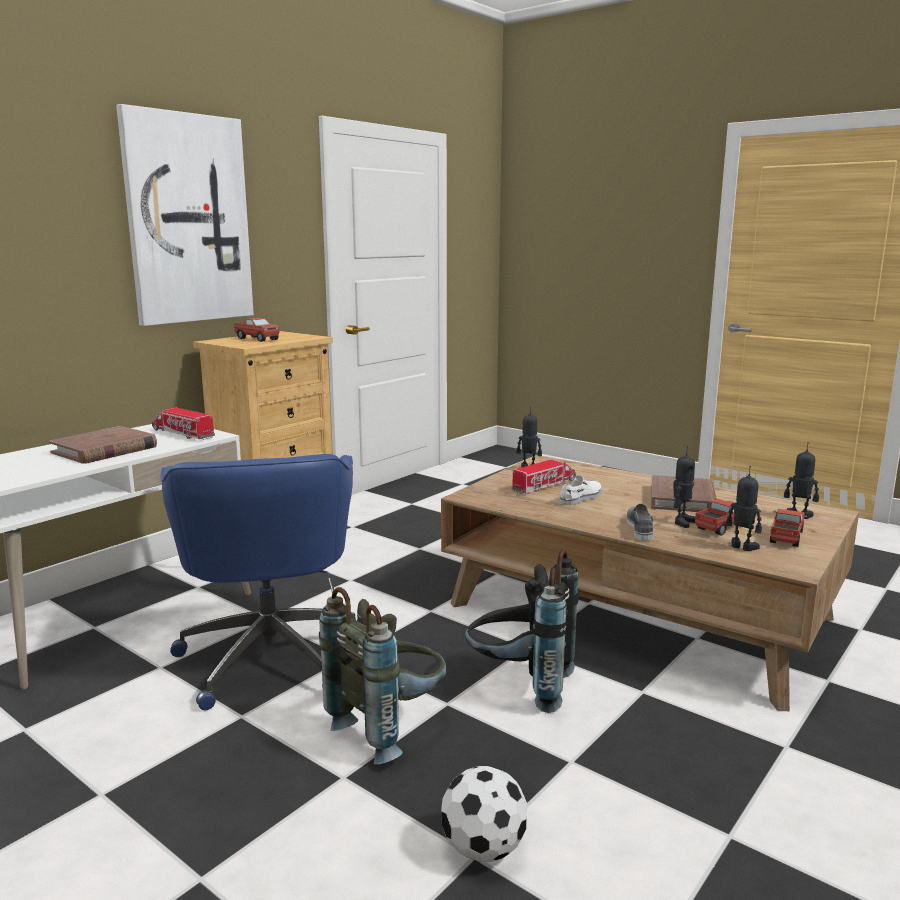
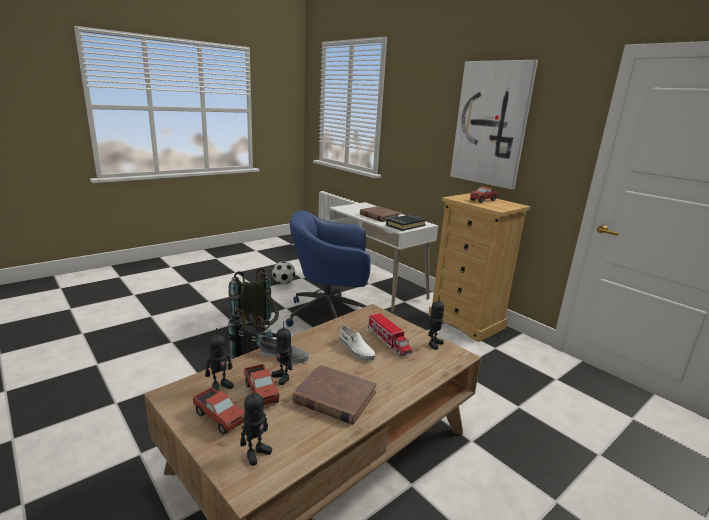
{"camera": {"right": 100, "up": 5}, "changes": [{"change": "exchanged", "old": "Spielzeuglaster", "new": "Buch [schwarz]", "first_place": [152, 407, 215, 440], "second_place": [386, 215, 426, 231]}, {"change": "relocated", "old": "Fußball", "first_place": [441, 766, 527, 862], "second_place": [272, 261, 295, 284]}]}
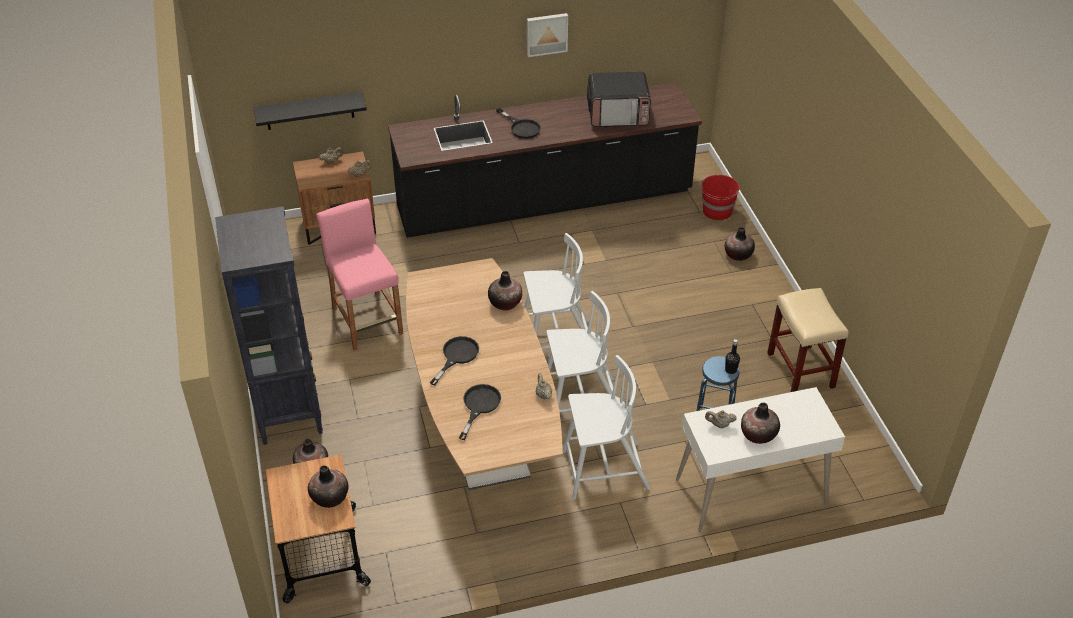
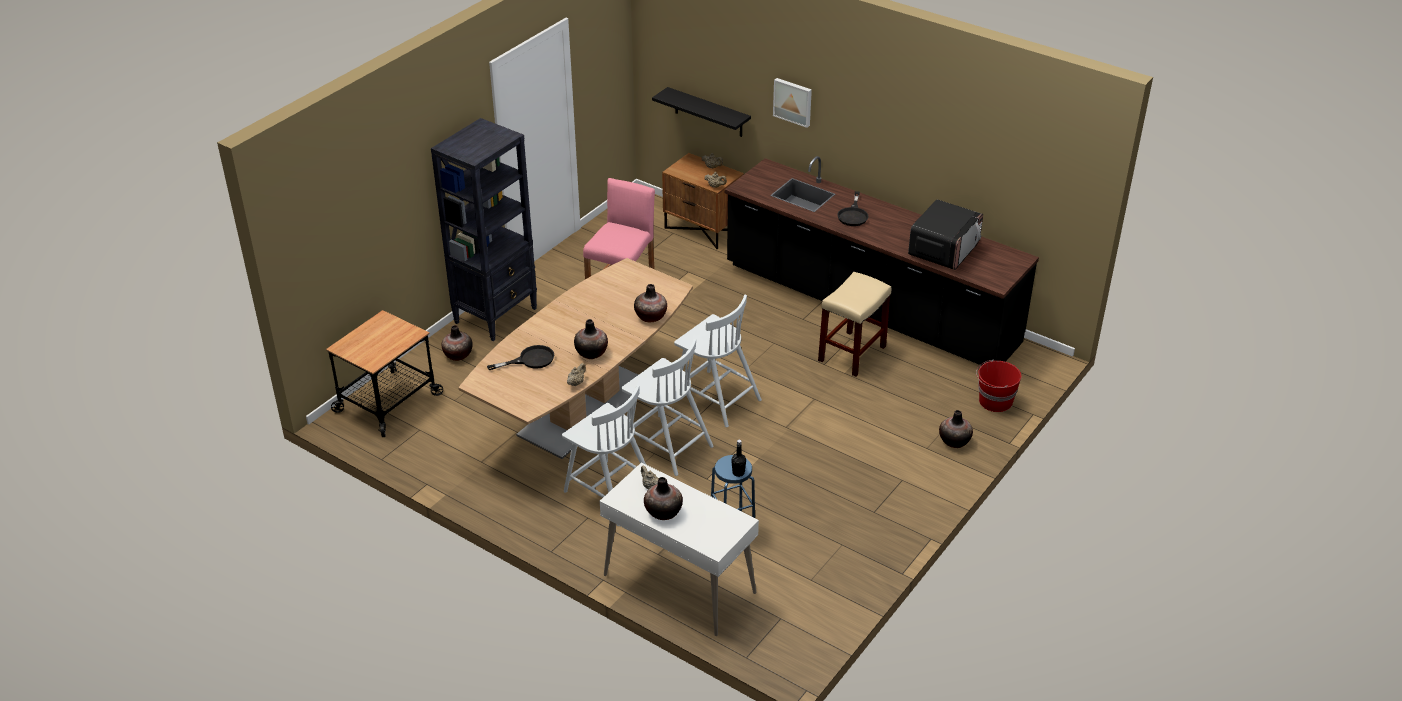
{"camera": {"right": 50, "up": -5}, "changes": [{"change": "relocated", "old": "Vase", "first_place": [308, 465, 348, 508], "second_place": [574, 319, 608, 359]}, {"change": "missing", "old": "Pfanne [schwarz]", "first_place": [429, 336, 479, 385]}, {"change": "relocated", "old": "Bild", "first_place": [527, 13, 568, 57], "second_place": [773, 78, 812, 128]}, {"change": "spun", "old": "Mikrowelle", "first_place": [587, 72, 651, 127], "second_place": [908, 199, 983, 270], "degrees": -105}, {"change": "relocated", "old": "Hocker [beige]", "first_place": [767, 288, 849, 392], "second_place": [818, 272, 891, 377]}]}
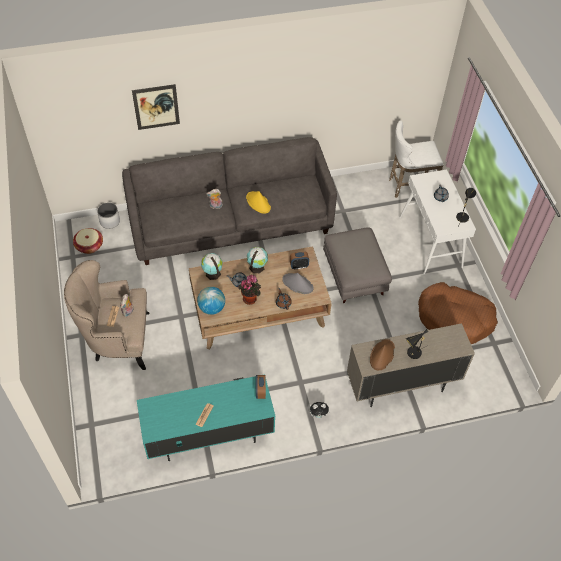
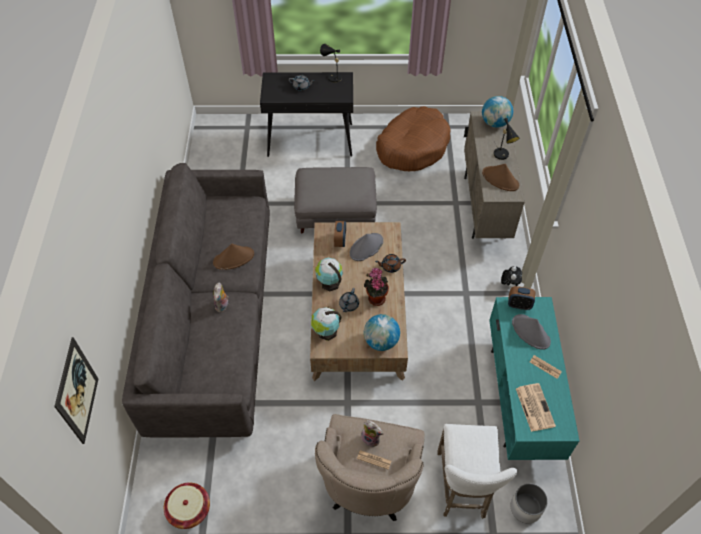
{"camera": {"right": -75, "up": 0}, "changes": [{"change": "relocated", "old": "Pflanzkübel [weiß]", "first_place": [97, 203, 120, 229], "second_place": [510, 483, 548, 524]}, {"change": "relocated", "old": "Bild", "first_place": [132, 84, 180, 130], "second_place": [54, 337, 98, 444]}, {"change": "colour", "old": "Hut [gelb]", "new": "Hut [braun]", "first_place": [246, 191, 271, 214], "second_place": [213, 244, 254, 270]}, {"change": "relocated", "old": "Hocker [weiß]", "first_place": [389, 120, 444, 198], "second_place": [438, 424, 517, 519]}, {"change": "colour", "old": "Konsolentisch [weiß]", "new": "Konsolentisch [schwarz]", "first_place": [399, 169, 476, 275], "second_place": [260, 72, 353, 157]}, {"change": "appeared", "new": "Globus", "second_place": [482, 96, 513, 128]}, {"change": "appeared", "new": "Hut [grau]", "second_place": [512, 314, 551, 350]}, {"change": "appeared", "new": "Zeitung", "second_place": [516, 383, 556, 432]}]}
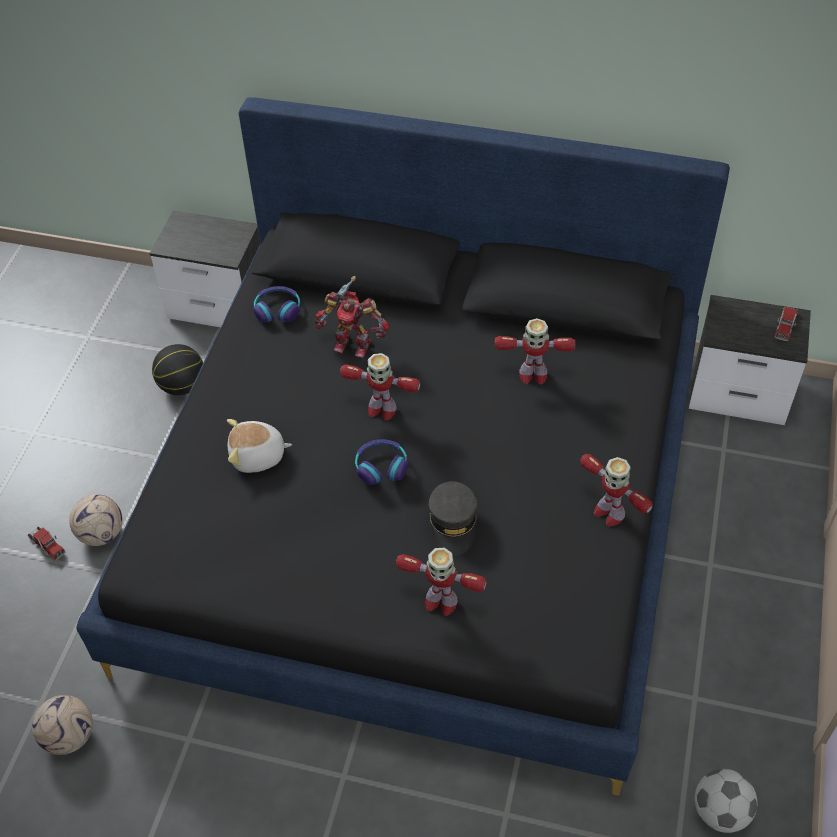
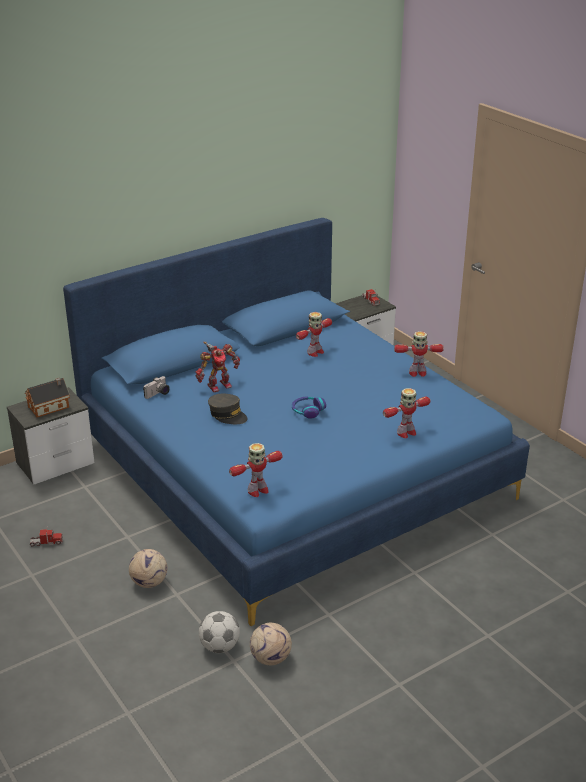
{"camera": {"right": -50, "up": -20}, "changes": [{"change": "relocated", "old": "Spielzeuglaster", "first_place": [28, 527, 65, 561], "second_place": [30, 527, 63, 546]}, {"change": "colour", "old": "Bett [schwarz]", "new": "Bett [blau]", "first_place": [76, 97, 730, 796], "second_place": [63, 218, 530, 626]}, {"change": "missing", "old": "Basketball", "first_place": [152, 344, 203, 395]}, {"change": "missing", "old": "Plüschtier", "first_place": [227, 419, 292, 473]}, {"change": "exchanged", "old": "Kopfhörer", "new": "Kamera", "first_place": [253, 286, 300, 323], "second_place": [143, 376, 170, 399]}, {"change": "relocated", "old": "Spielzeugroboter", "first_place": [340, 353, 420, 420], "second_place": [229, 443, 283, 497]}, {"change": "relocated", "old": "Kappe [grau]", "first_place": [429, 481, 477, 555], "second_place": [208, 394, 248, 424]}, {"change": "relocated", "old": "Fußball", "first_place": [695, 769, 757, 833], "second_place": [199, 611, 240, 653]}, {"change": "appeared", "new": "Spielzeughaus", "second_place": [25, 378, 70, 418]}]}
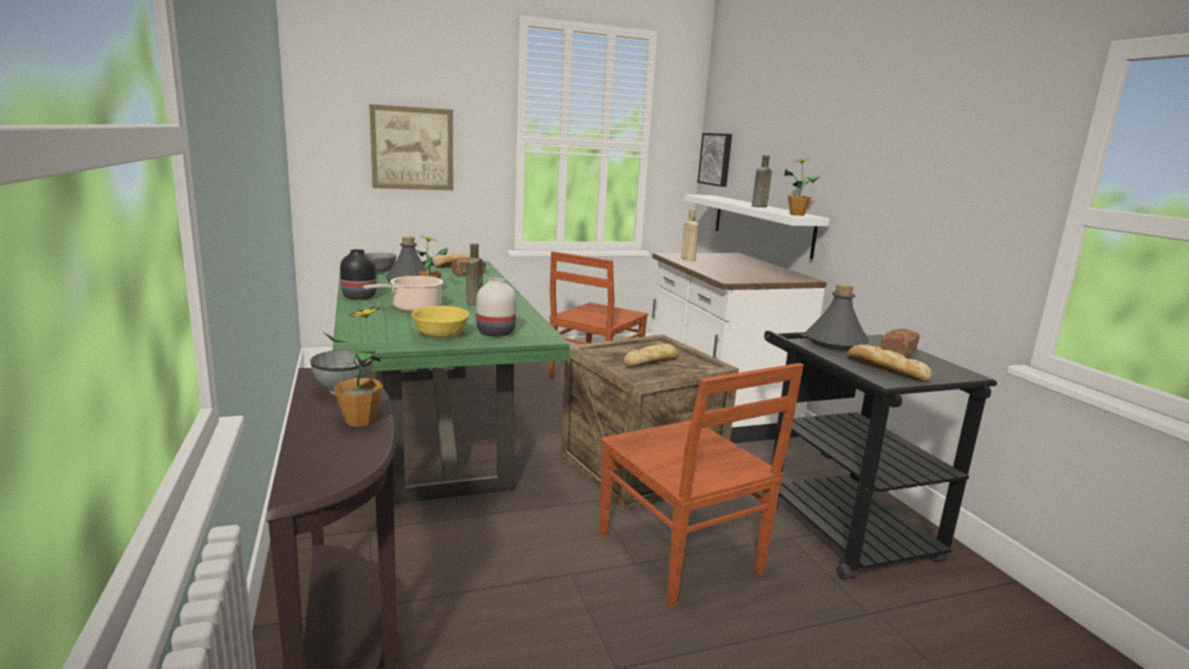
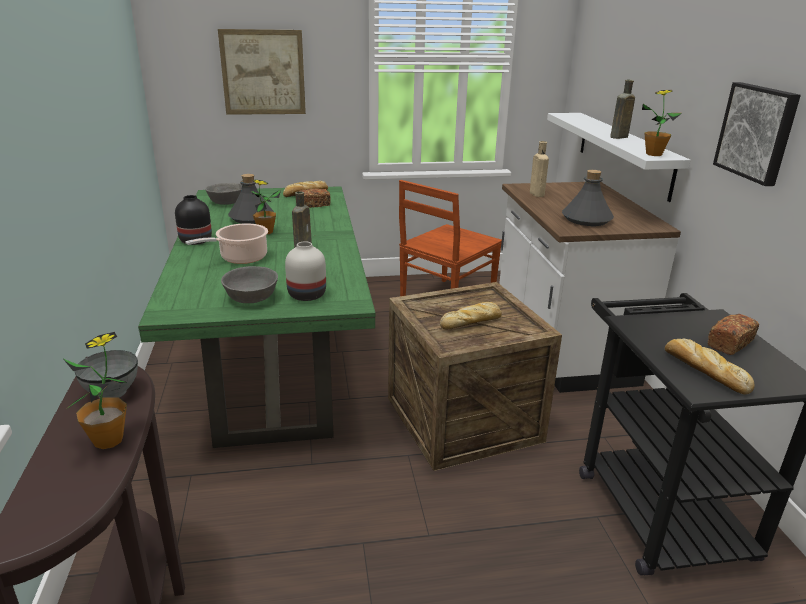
{"camera": {"right": 10, "up": 10}, "changes": [{"change": "colour", "old": "Schüssel [gelb]", "new": "Schüssel [grau]", "first_place": [412, 306, 469, 338], "second_place": [221, 266, 278, 303]}, {"change": "missing", "old": "Stuhl [braun]", "first_place": [599, 363, 804, 607]}, {"change": "relocated", "old": "Bild", "first_place": [698, 133, 732, 187], "second_place": [713, 82, 801, 186]}, {"change": "relocated", "old": "Flasche [grau]", "first_place": [805, 284, 869, 351], "second_place": [562, 170, 614, 226]}]}
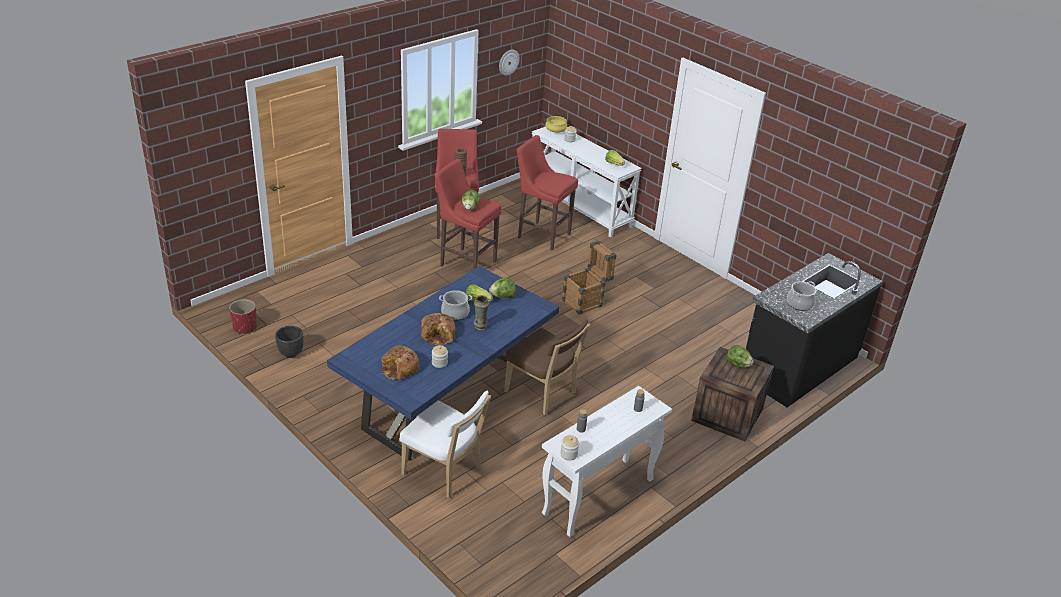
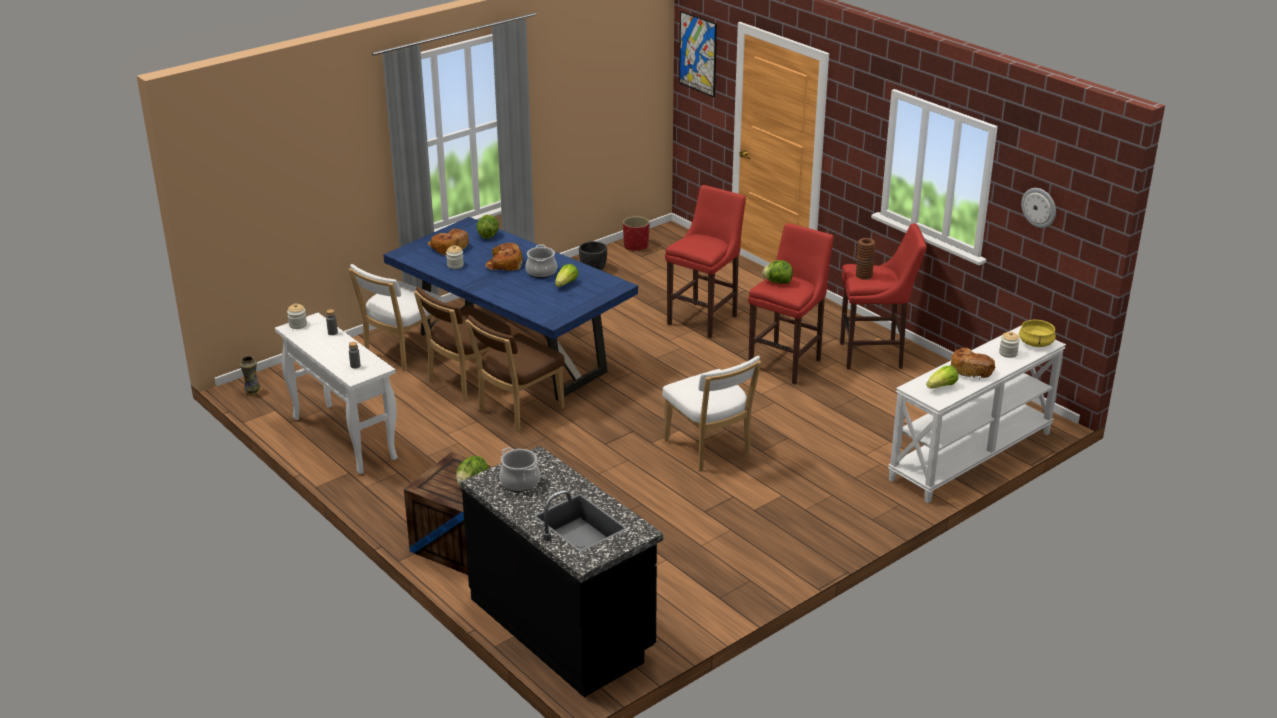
{"camera": {"right": 95, "up": -5}, "changes": [{"change": "relocated", "old": "Vase", "first_place": [474, 295, 489, 330], "second_place": [239, 356, 260, 395]}, {"change": "relocated", "old": "Salatkopf", "first_place": [489, 278, 516, 298], "second_place": [476, 215, 499, 239]}, {"change": "relocated", "old": "Hocker [rot]", "first_place": [517, 135, 578, 251], "second_place": [665, 185, 746, 338]}, {"change": "exchanged", "old": "Kiste", "new": "Stuhl [weiß]", "first_place": [562, 241, 617, 315], "second_place": [662, 356, 761, 471]}, {"change": "appeared", "new": "Stuhl [braun]", "second_place": [414, 286, 511, 400]}, {"change": "appeared", "new": "Bild", "second_place": [679, 11, 717, 97]}, {"change": "appeared", "new": "Brot", "second_place": [951, 348, 996, 378]}]}
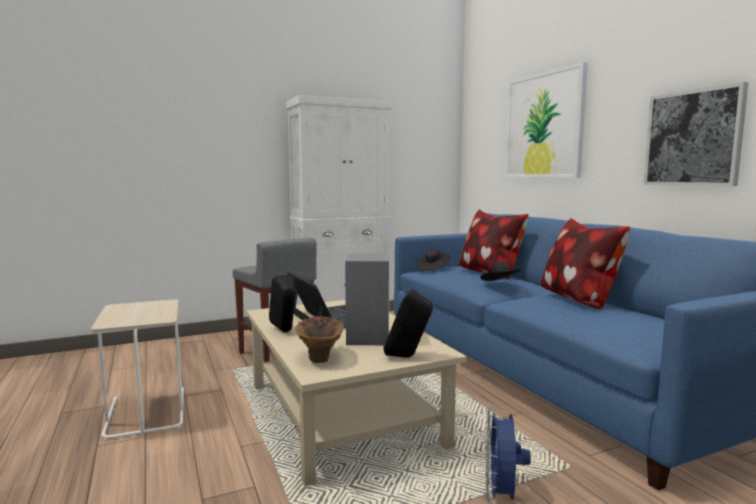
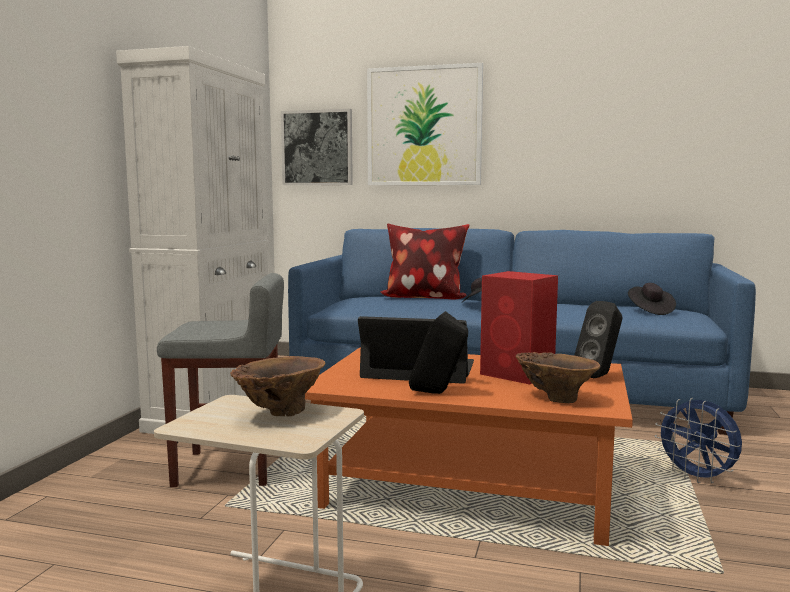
{"camera": {"right": -50, "up": 0}, "changes": [{"change": "colour", "old": "Couchtisch [beige]", "new": "Couchtisch [orange]", "first_place": [247, 300, 466, 486], "second_place": [305, 347, 633, 546]}, {"change": "colour", "old": "Lautsprecher [grau]", "new": "Lautsprecher [rot]", "first_place": [345, 254, 389, 345], "second_place": [480, 271, 558, 385]}, {"change": "relocated", "old": "Hut [schwarz]", "first_place": [417, 249, 450, 271], "second_place": [628, 283, 676, 315]}, {"change": "missing", "old": "Kissen", "first_place": [541, 218, 630, 309]}, {"change": "relocated", "old": "Bild", "first_place": [643, 82, 748, 186], "second_place": [281, 109, 353, 185]}, {"change": "appeared", "new": "Vase [braun]", "second_place": [230, 356, 326, 416]}]}
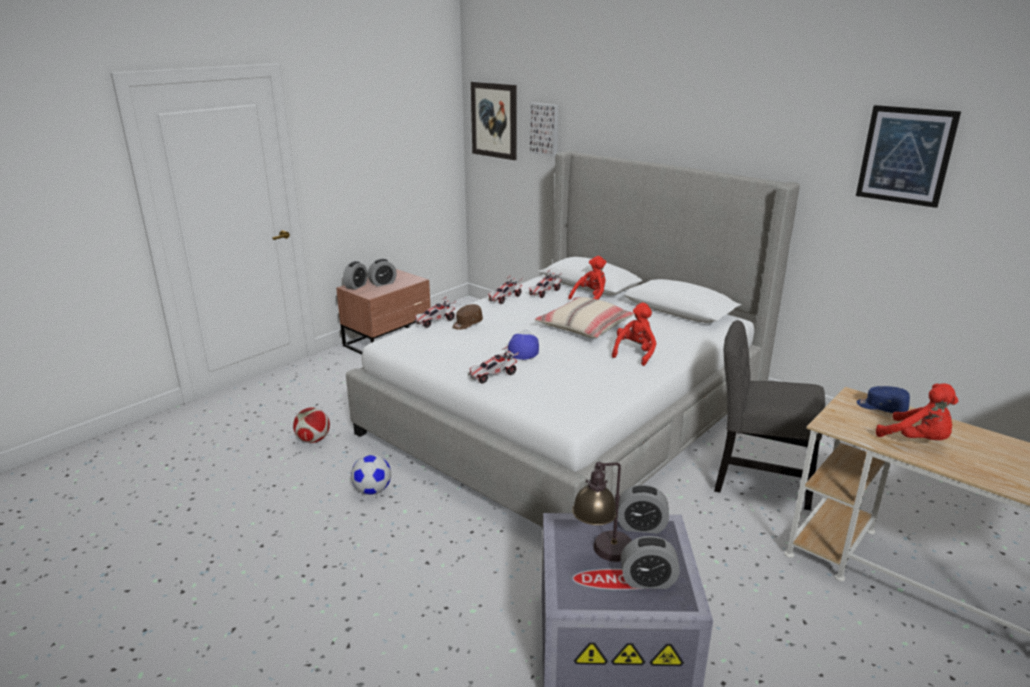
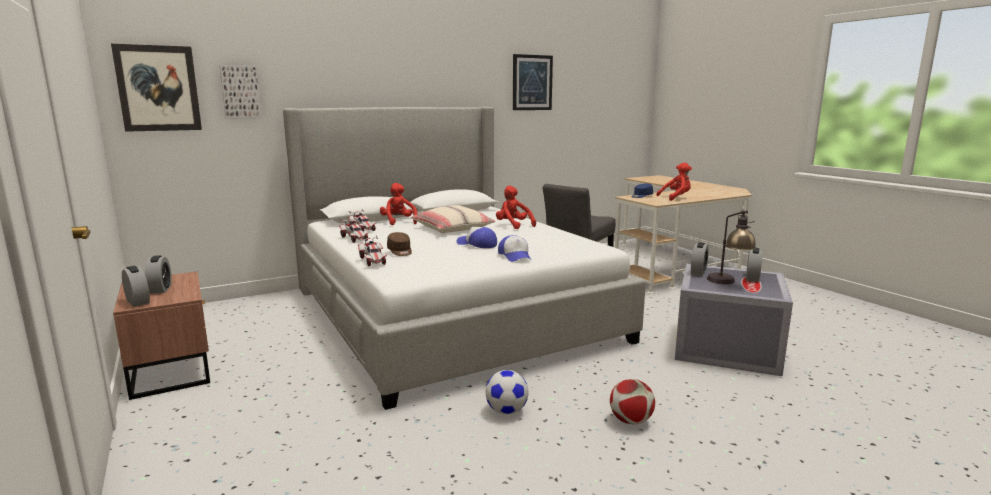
{"camera": {"right": -70, "up": -10}, "changes": [{"change": "relocated", "old": "Fußball", "first_place": [293, 407, 330, 443], "second_place": [610, 379, 655, 424]}, {"change": "exchanged", "old": "Spielzeugauto", "new": "Kappe", "first_place": [468, 346, 519, 384], "second_place": [498, 235, 531, 262]}]}
